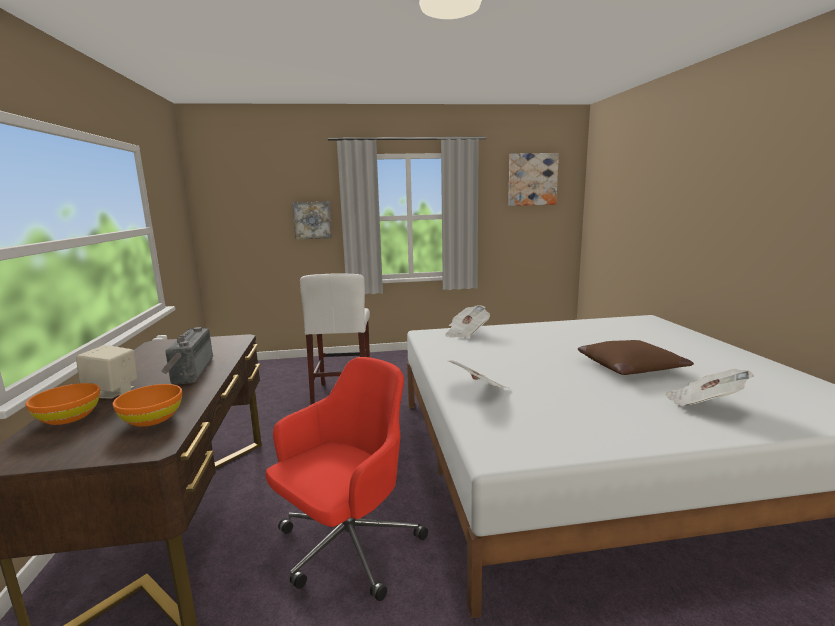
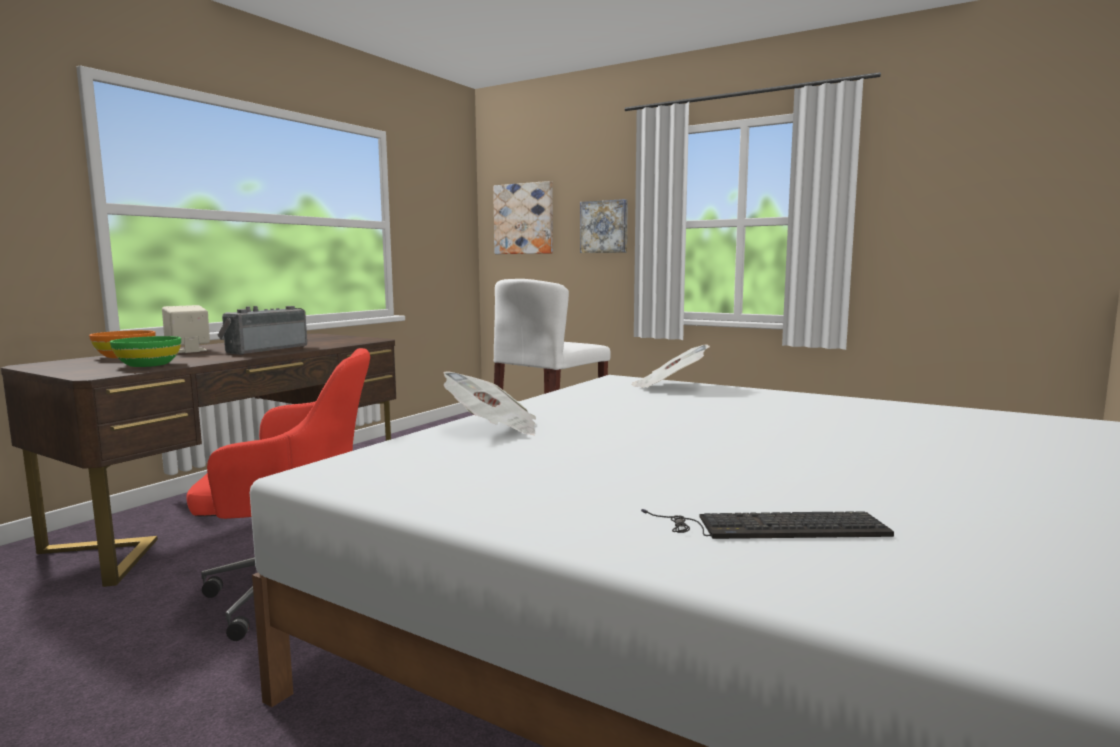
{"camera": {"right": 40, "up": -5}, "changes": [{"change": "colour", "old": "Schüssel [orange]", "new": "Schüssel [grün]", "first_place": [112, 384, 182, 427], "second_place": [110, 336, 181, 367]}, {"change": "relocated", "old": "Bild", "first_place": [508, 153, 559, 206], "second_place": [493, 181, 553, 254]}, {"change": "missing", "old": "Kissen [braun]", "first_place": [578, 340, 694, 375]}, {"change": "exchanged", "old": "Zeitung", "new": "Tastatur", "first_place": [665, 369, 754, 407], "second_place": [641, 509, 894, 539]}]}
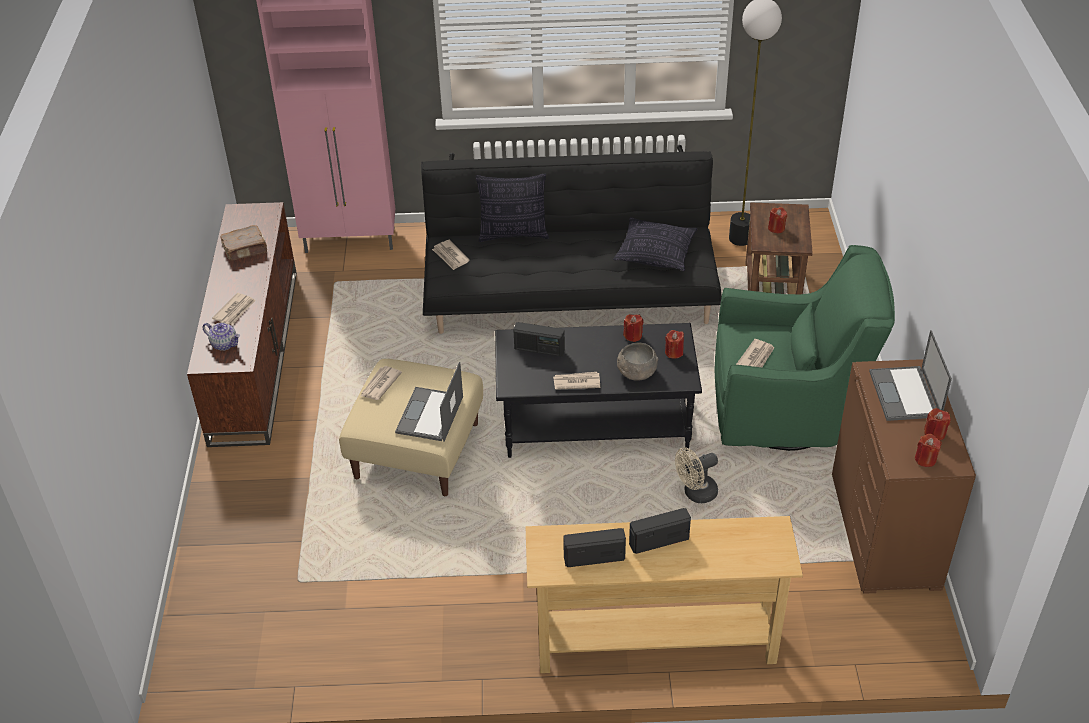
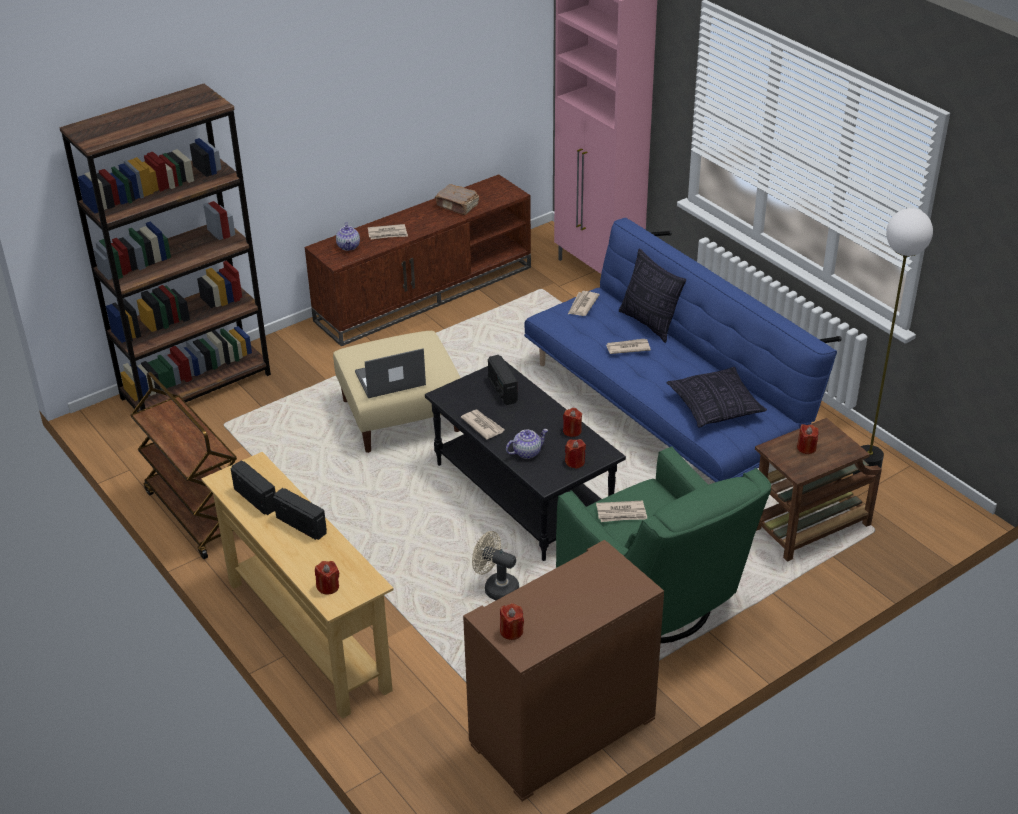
{"camera": {"right": 55, "up": -5}, "changes": [{"change": "relocated", "old": "Zeitung", "first_place": [361, 366, 402, 400], "second_place": [606, 339, 651, 354]}, {"change": "colour", "old": "Sofa [schwarz]", "new": "Sofa [blau]", "first_place": [421, 145, 722, 334], "second_place": [524, 218, 842, 482]}, {"change": "exchanged", "old": "Schüssel [grau]", "new": "Teekanne", "first_place": [617, 343, 658, 381], "second_place": [506, 429, 548, 459]}, {"change": "missing", "old": "Laptop", "first_place": [869, 330, 952, 421]}, {"change": "relocated", "old": "Kerze [rot]", "first_place": [924, 408, 951, 441], "second_place": [315, 561, 339, 595]}, {"change": "appeared", "new": "Bücherregal [braun]", "second_place": [59, 84, 271, 412]}, {"change": "appeared", "new": "Rollwagen [braun]", "second_place": [130, 372, 237, 559]}]}
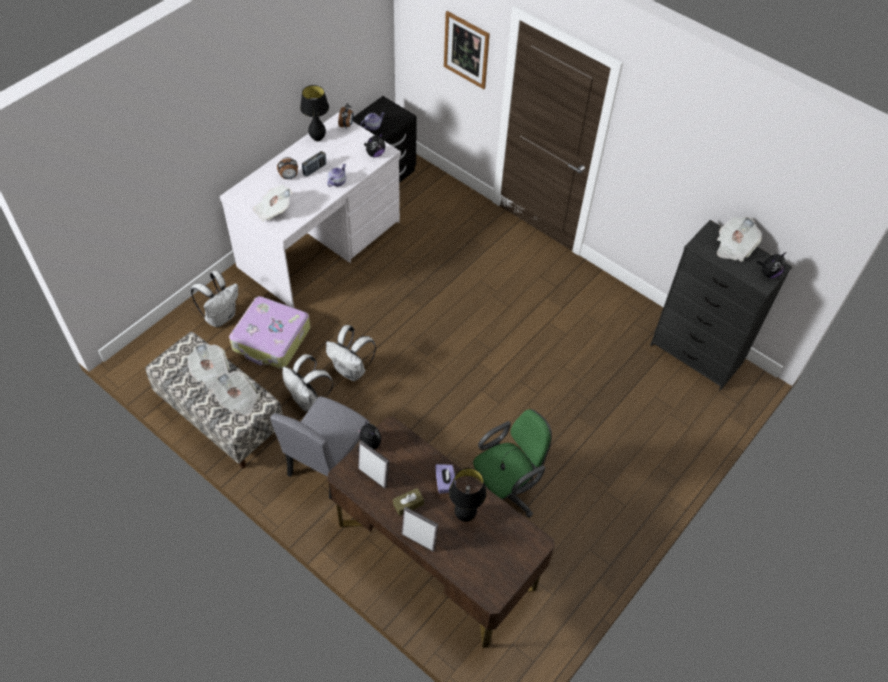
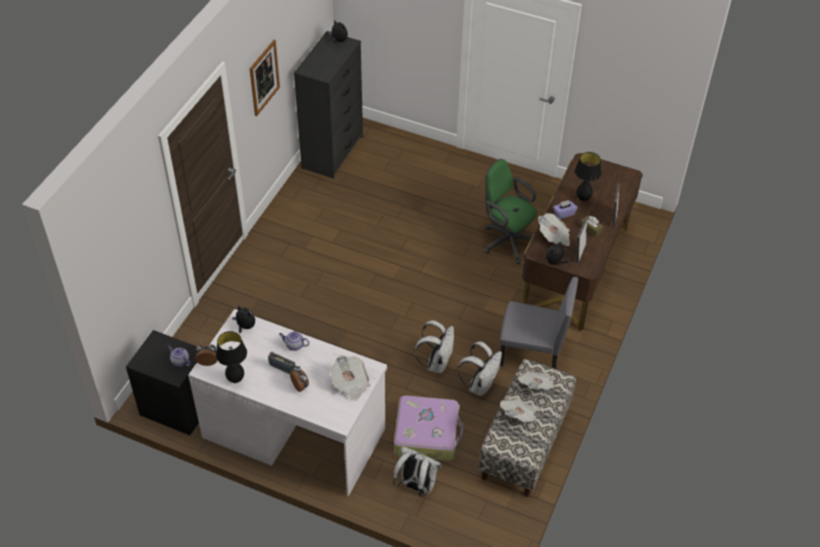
{"camera": {"right": -105, "up": -5}, "changes": [{"change": "relocated", "old": "Bild", "first_place": [444, 11, 490, 89], "second_place": [250, 40, 280, 116]}, {"change": "relocated", "old": "Zeitung", "first_place": [717, 217, 762, 261], "second_place": [538, 213, 570, 246]}]}
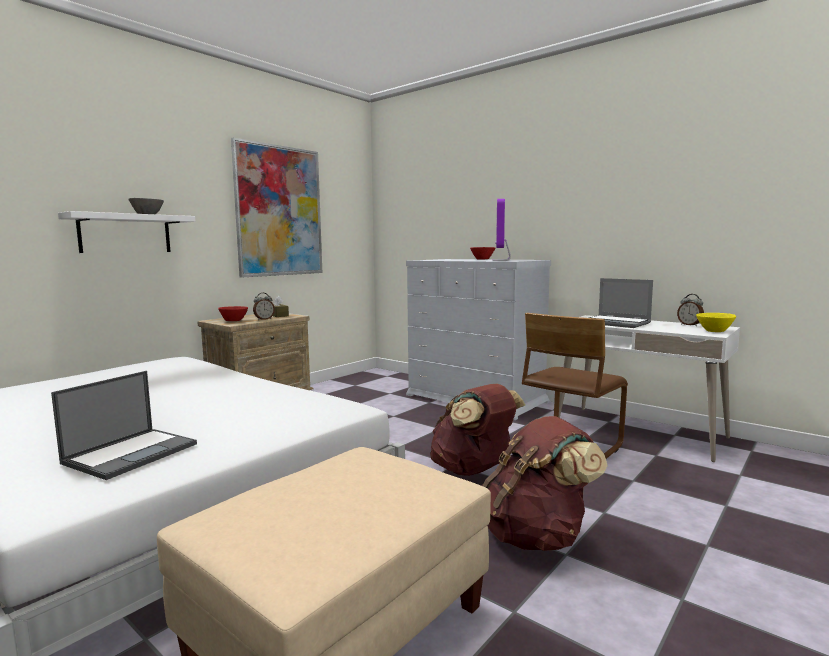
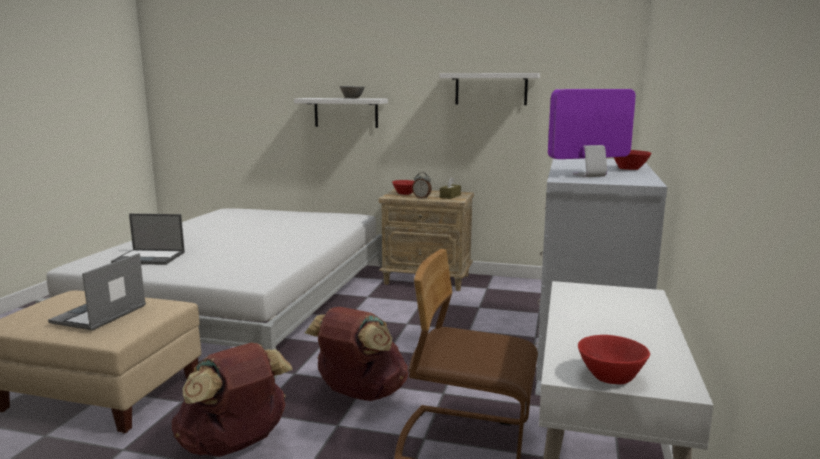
{"camera": {"right": 65, "up": 5}, "changes": [{"change": "exchanged", "old": "Bild", "new": "Wandregal [weiß]", "first_place": [231, 138, 322, 278], "second_place": [439, 73, 540, 105]}, {"change": "relocated", "old": "Laptop", "first_place": [589, 278, 653, 328], "second_place": [48, 253, 146, 331]}, {"change": "missing", "old": "Wecker", "first_place": [677, 294, 704, 326]}, {"change": "colour", "old": "Schüssel [gelb]", "new": "Schüssel [rot]", "first_place": [696, 313, 736, 332], "second_place": [578, 335, 650, 384]}]}
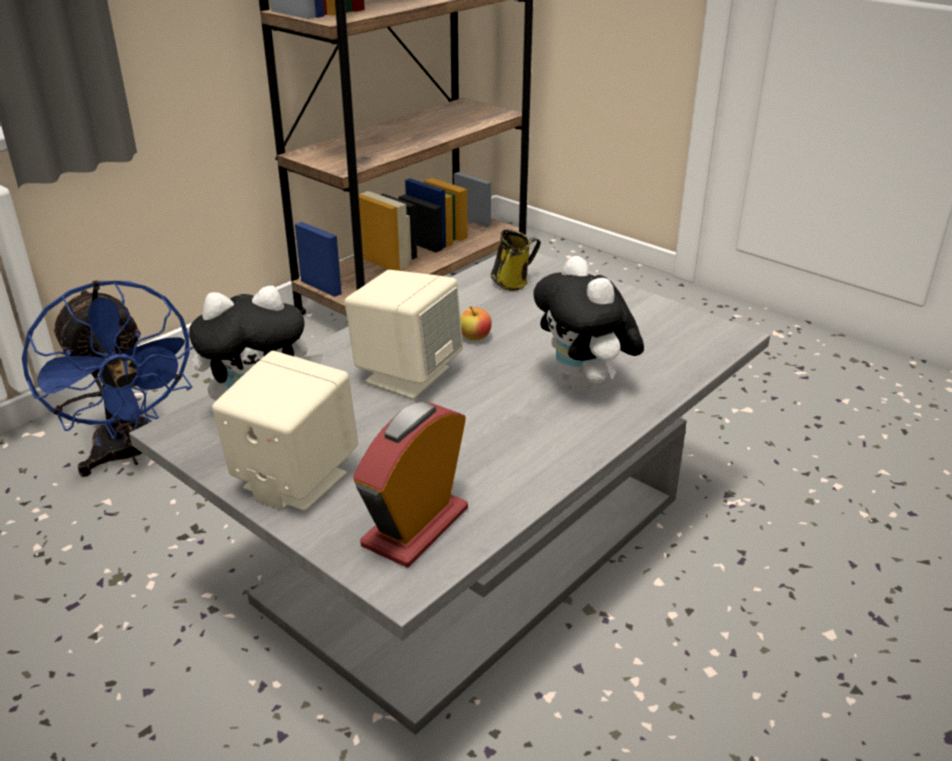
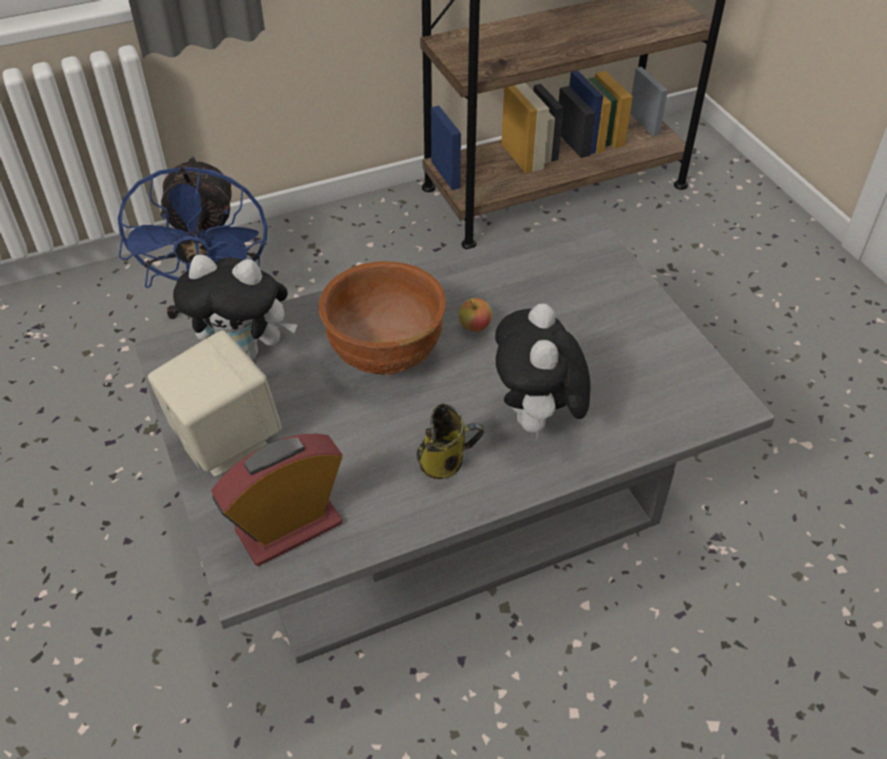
{"camera": {"right": 25, "up": 15}, "changes": [{"change": "exchanged", "old": "Lautsprecher [beige]", "new": "Schüssel [braun]", "first_place": [345, 270, 463, 400], "second_place": [319, 261, 446, 375]}, {"change": "relocated", "old": "Henkelbecher", "first_place": [491, 229, 541, 291], "second_place": [417, 404, 484, 479]}]}
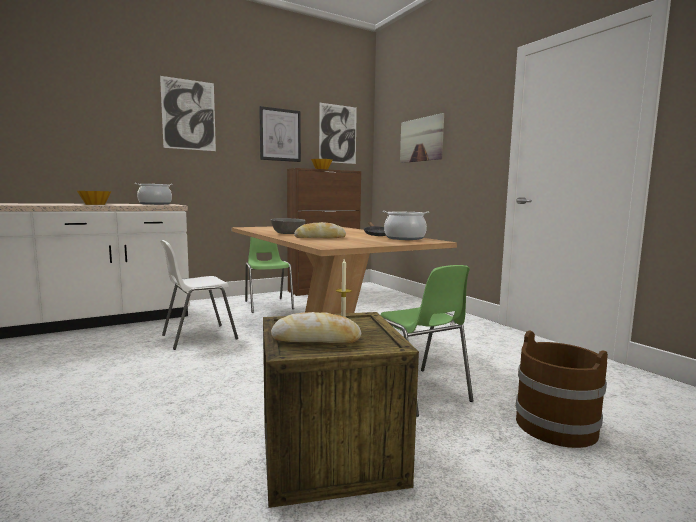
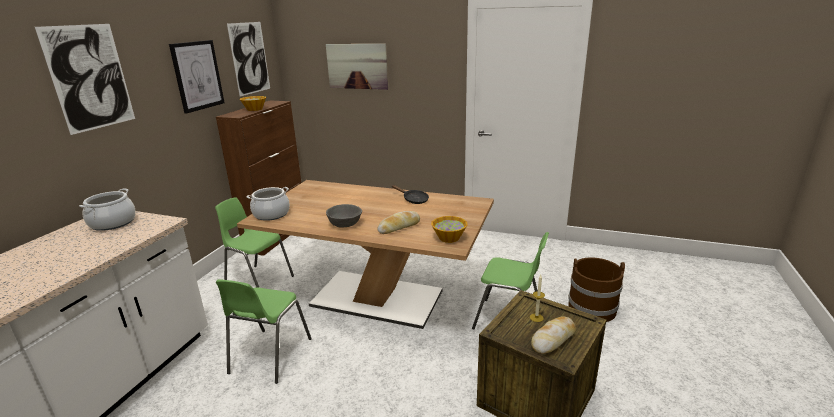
{"camera": {"right": -40, "up": 15}, "changes": [{"change": "relocated", "old": "Schüssel", "first_place": [77, 191, 112, 205], "second_place": [431, 216, 468, 243]}, {"change": "colour", "old": "Stuhl [weiß]", "new": "Stuhl [grün]", "first_place": [160, 240, 238, 350], "second_place": [216, 279, 312, 384]}, {"change": "relocated", "old": "Kochtopf", "first_place": [383, 211, 429, 240], "second_place": [246, 187, 290, 221]}]}
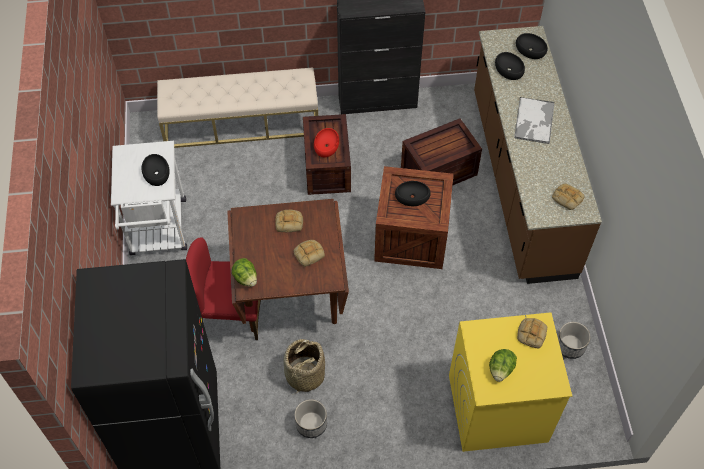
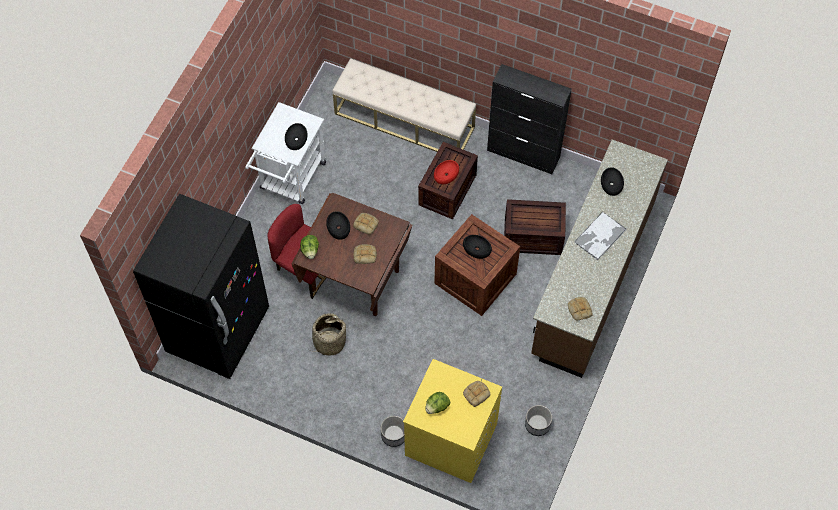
{"camera": {"right": 30, "up": 5}, "changes": [{"change": "relocated", "old": "Pflanzkübel", "first_place": [295, 399, 327, 438], "second_place": [381, 416, 405, 447]}, {"change": "relocated", "old": "Schüssel [schwarz]", "first_place": [516, 33, 547, 59], "second_place": [326, 211, 350, 240]}]}
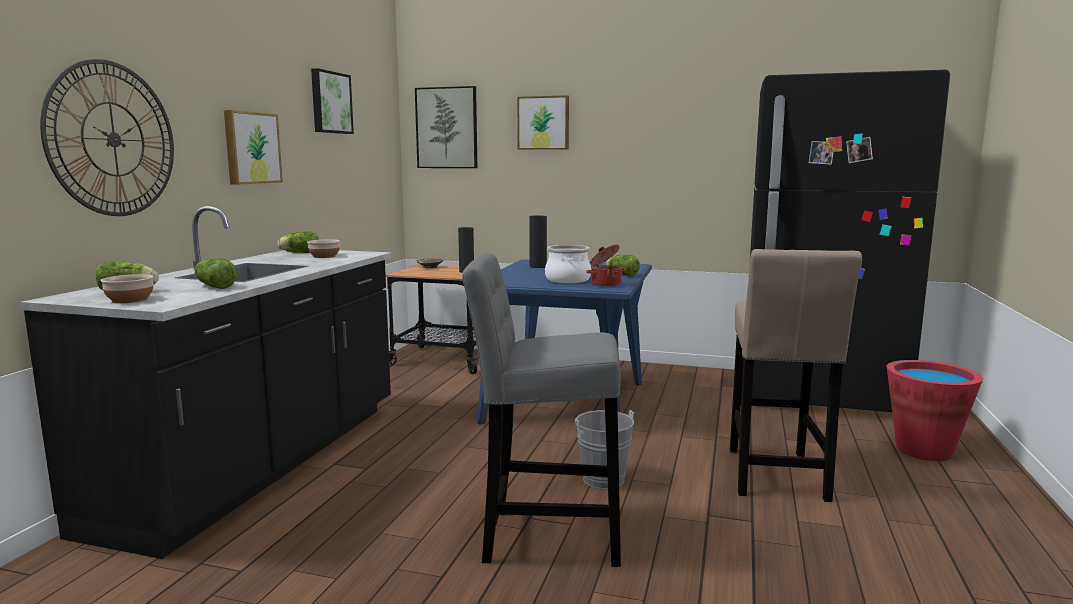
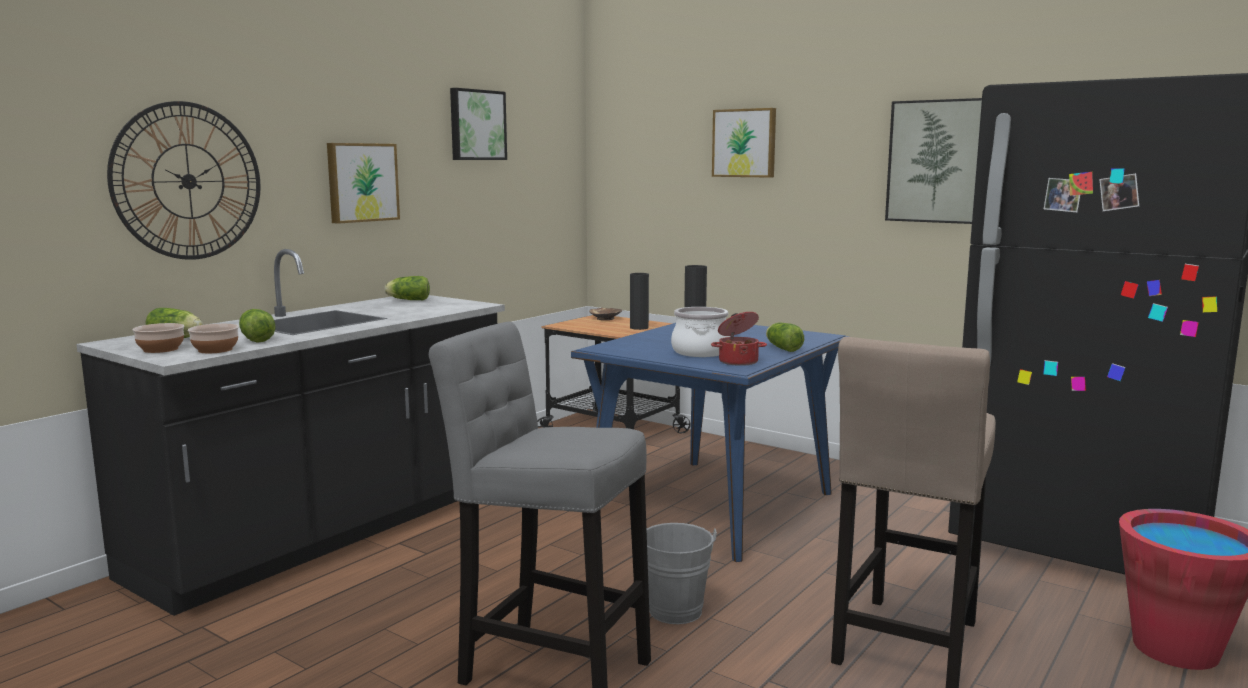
{"camera": {"right": 20, "up": 0}, "changes": [{"change": "relocated", "old": "Schüssel", "first_place": [307, 239, 340, 258], "second_place": [188, 323, 239, 353]}, {"change": "relocated", "old": "Bild", "first_place": [415, 86, 477, 168], "second_place": [885, 98, 982, 224]}]}
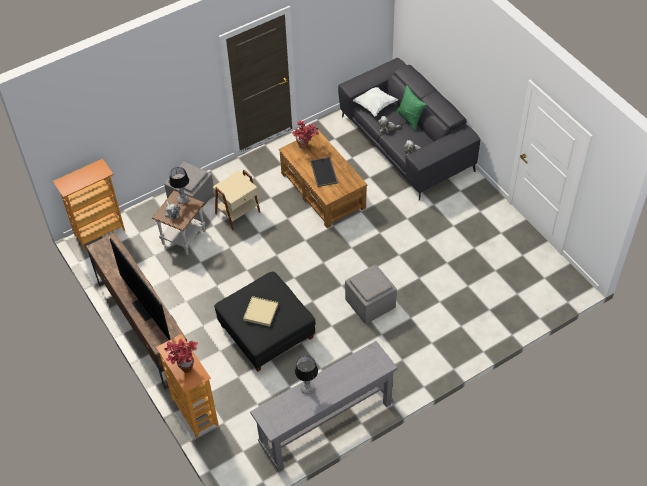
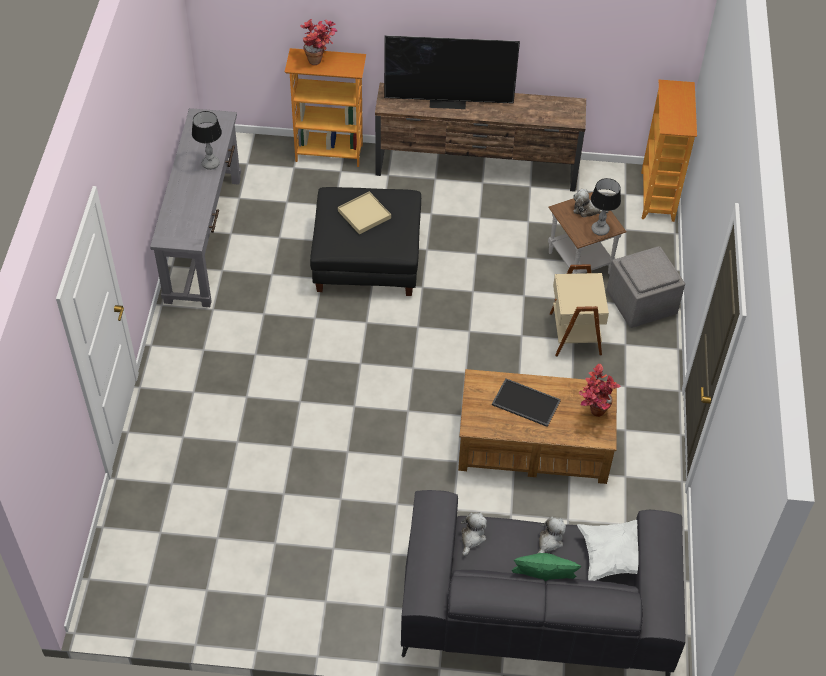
{"camera": {"right": 125, "up": 0}, "changes": [{"change": "missing", "old": "Polsterhocker [grau]", "first_place": [345, 264, 397, 324]}]}
